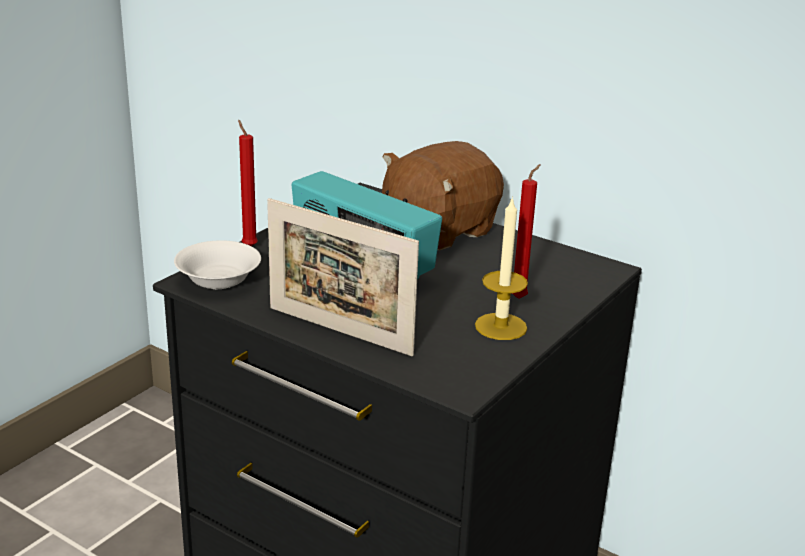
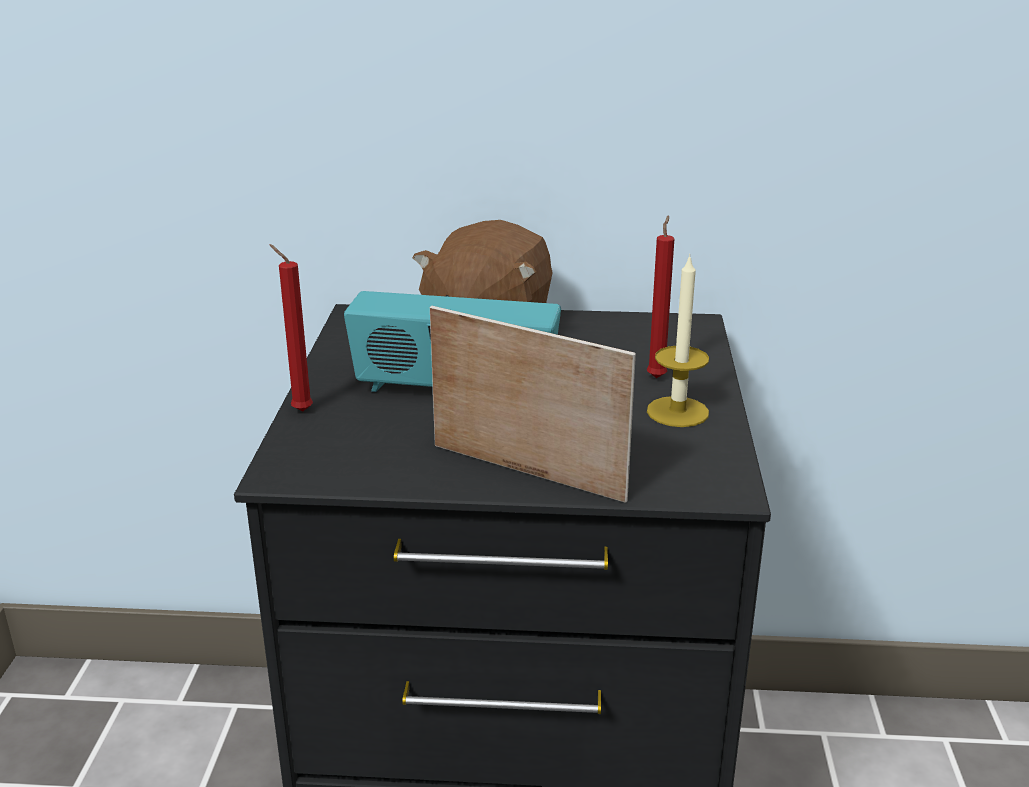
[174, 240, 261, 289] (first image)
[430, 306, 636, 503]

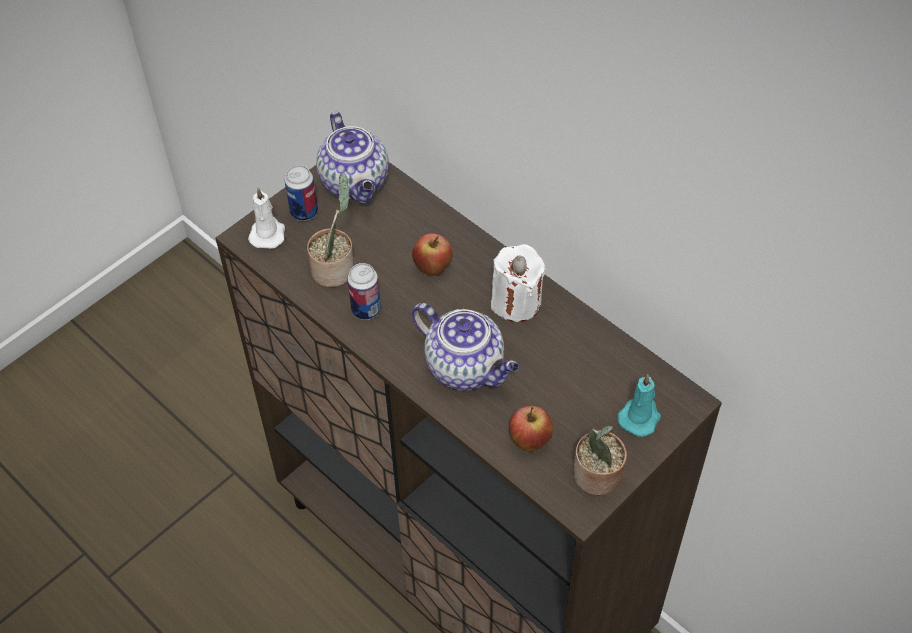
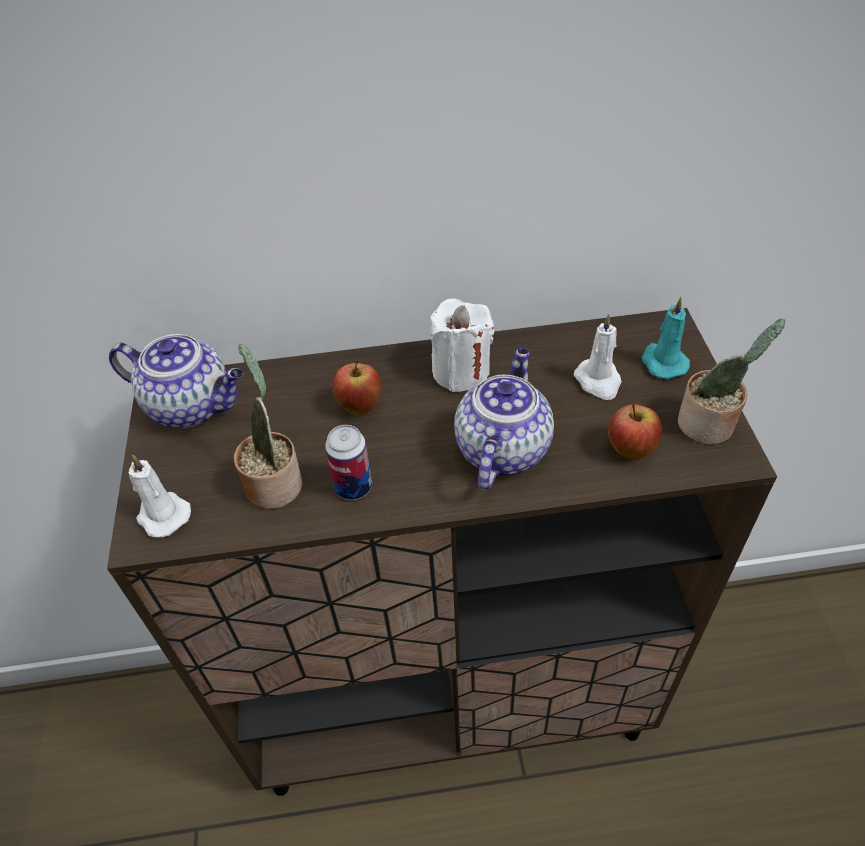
[285, 165, 318, 221] (first image)
[574, 314, 622, 400]
[454, 348, 554, 490]

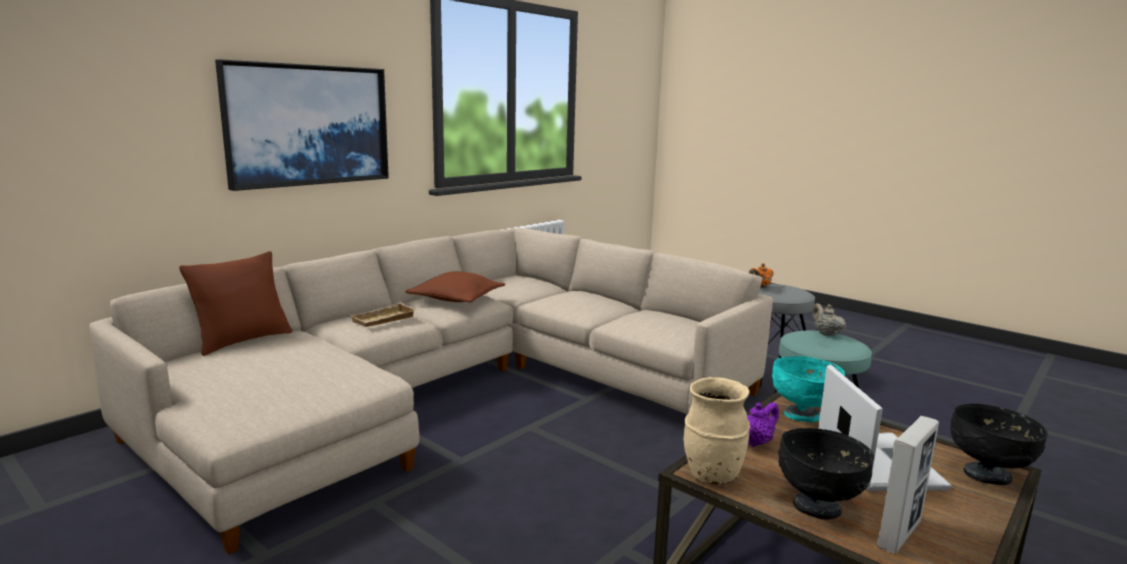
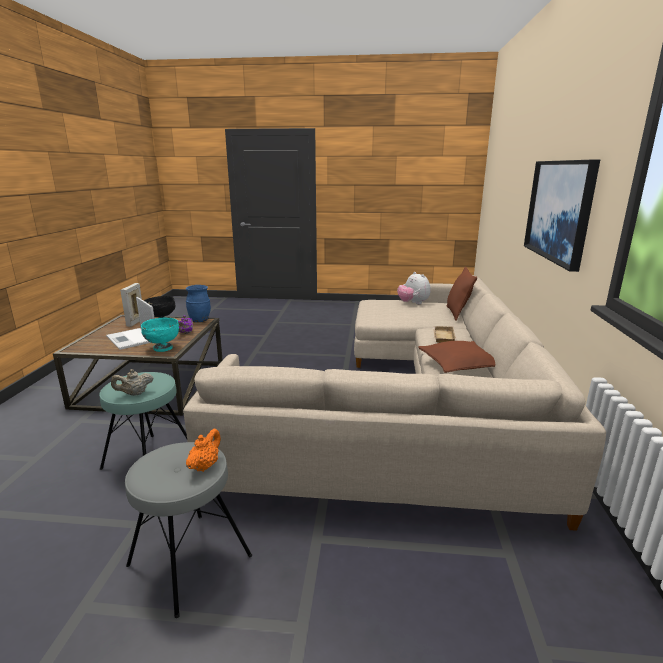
[950, 403, 1048, 485] (first image)
[397, 272, 430, 304]
[186, 285, 211, 322]
[111, 369, 153, 396]

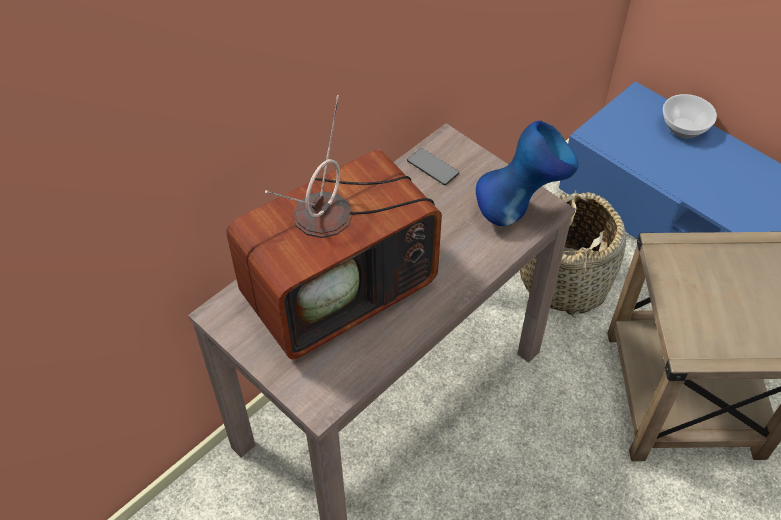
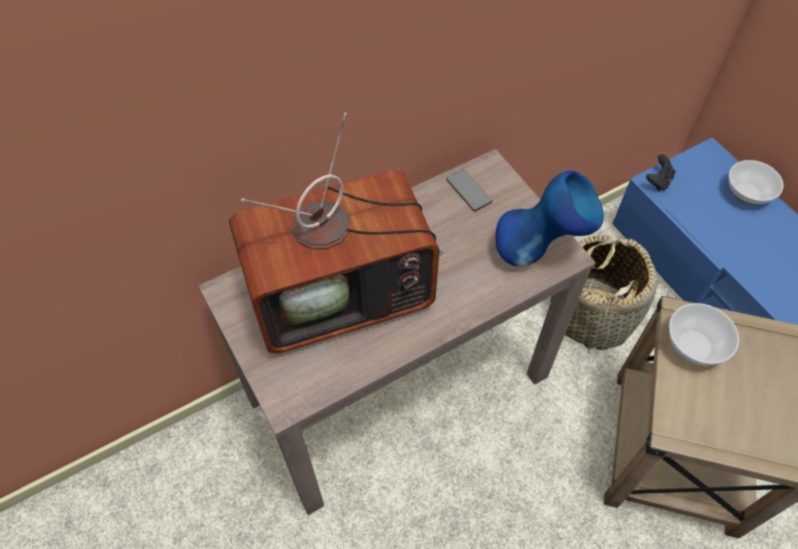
[646, 154, 676, 191]
[669, 303, 739, 365]

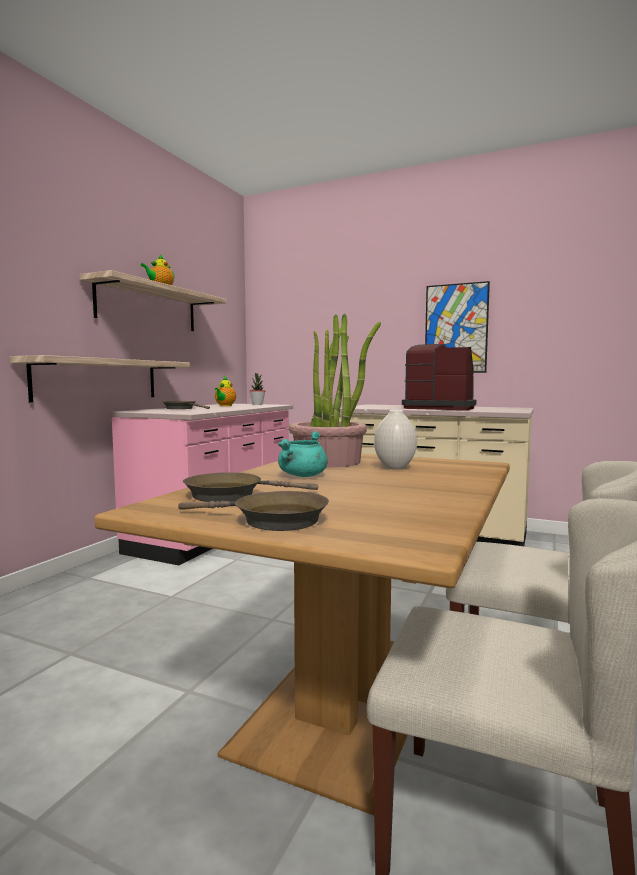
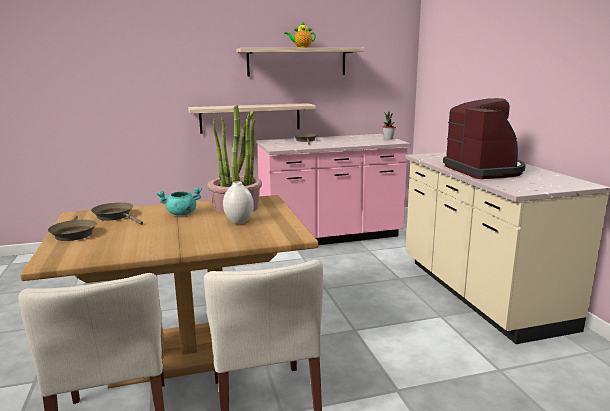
[215, 376, 236, 406] (first image)
[425, 281, 490, 373] (first image)

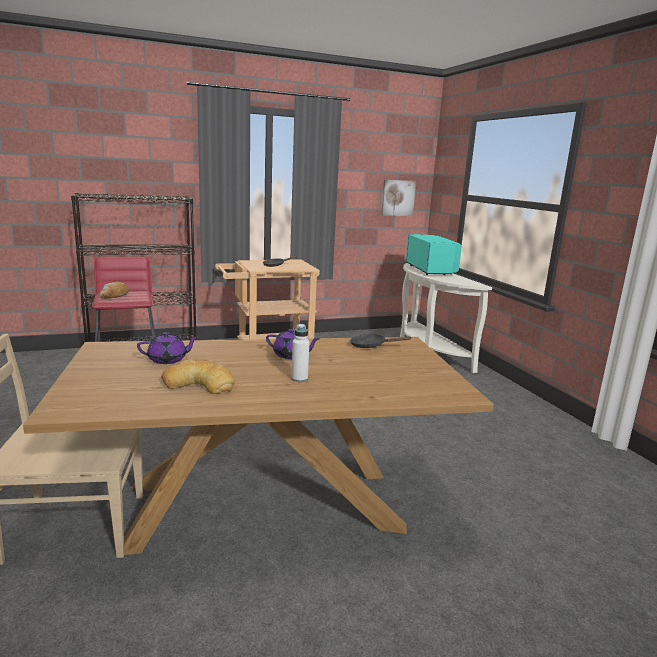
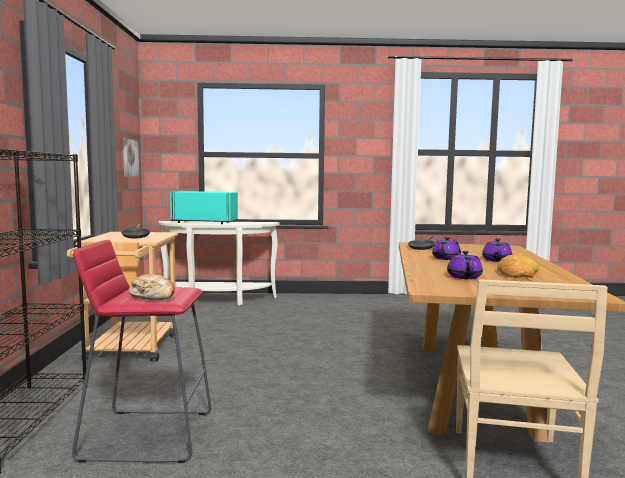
[482, 238, 512, 262]

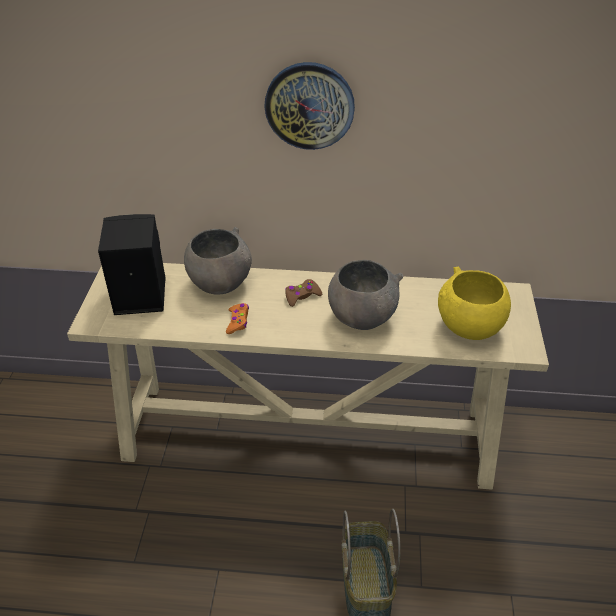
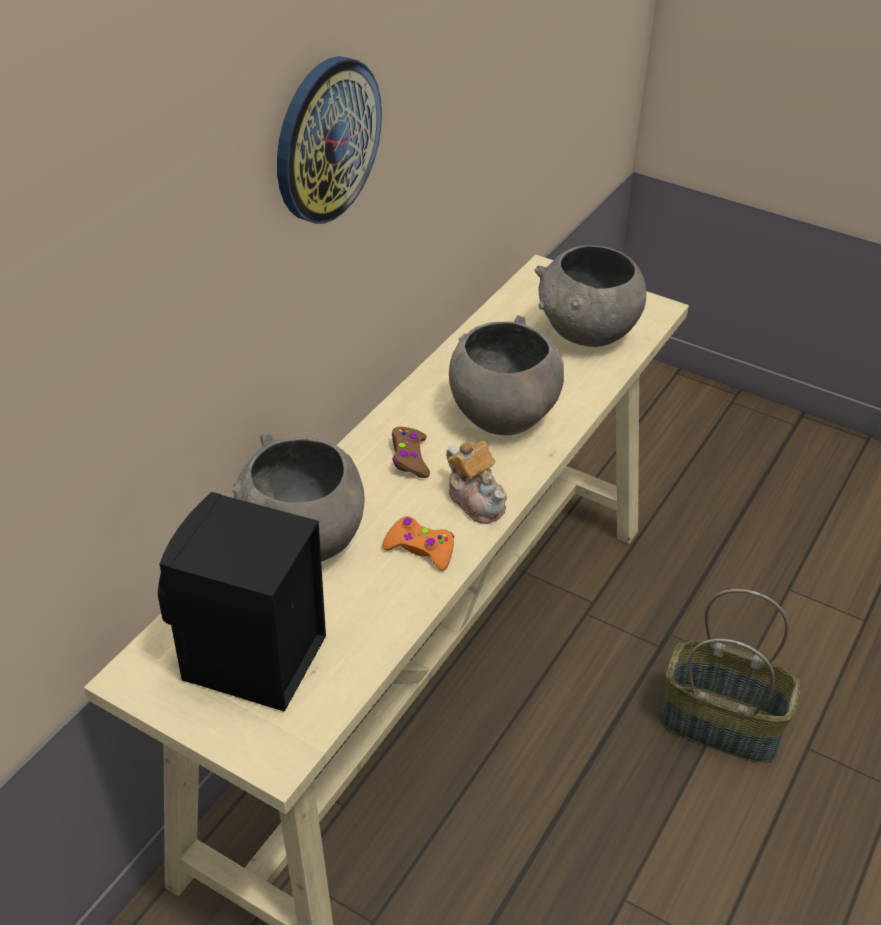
[446, 441, 507, 524]
[534, 245, 646, 347]

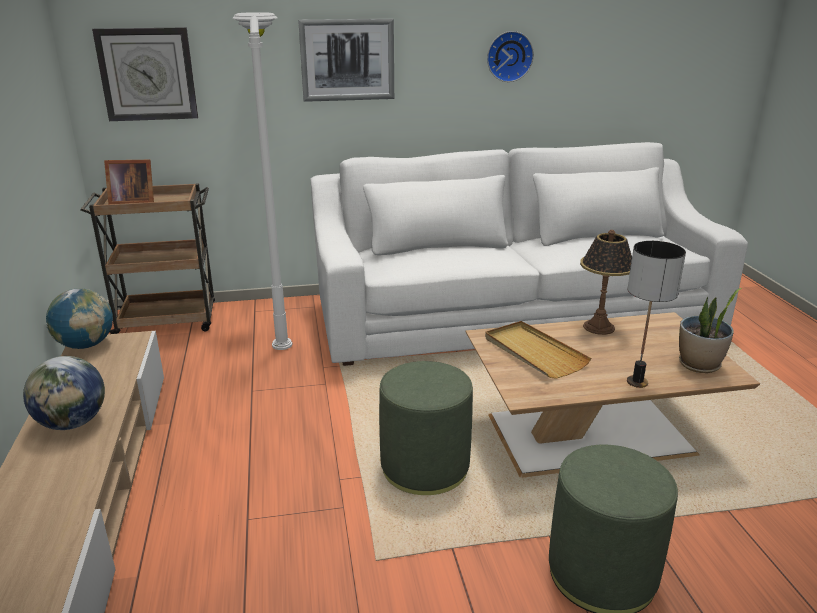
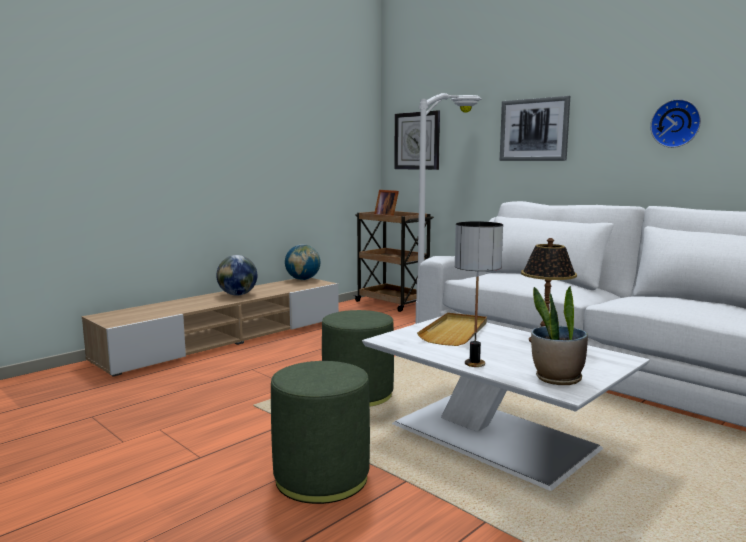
[362, 317, 650, 491]

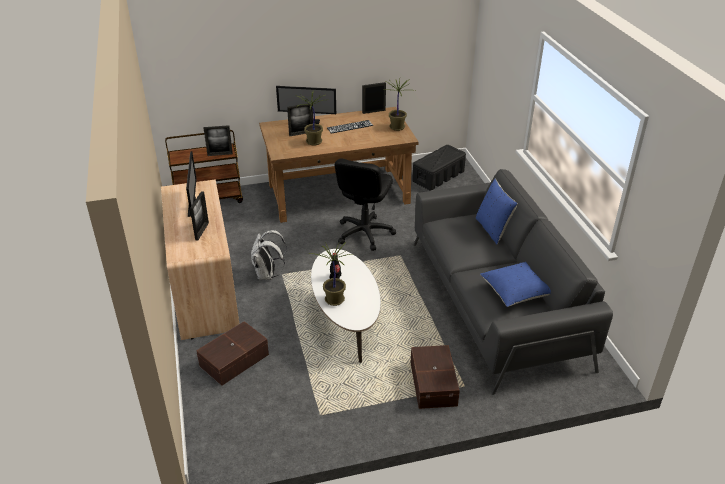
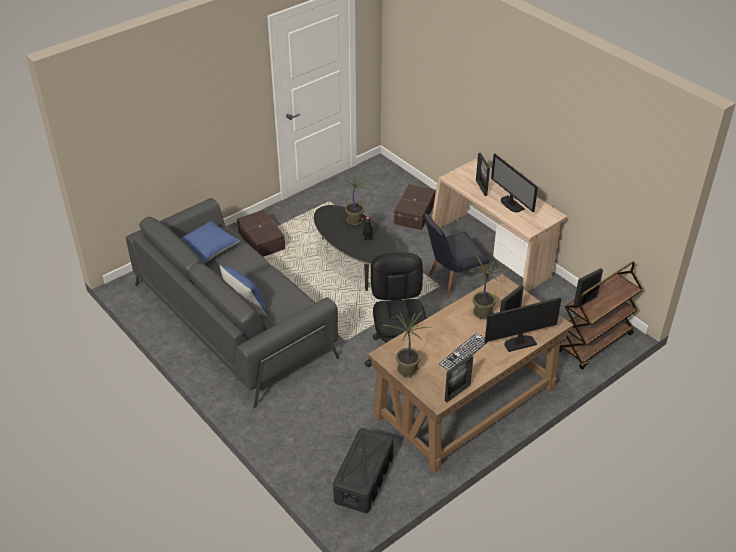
[424, 213, 489, 299]
[314, 205, 397, 291]

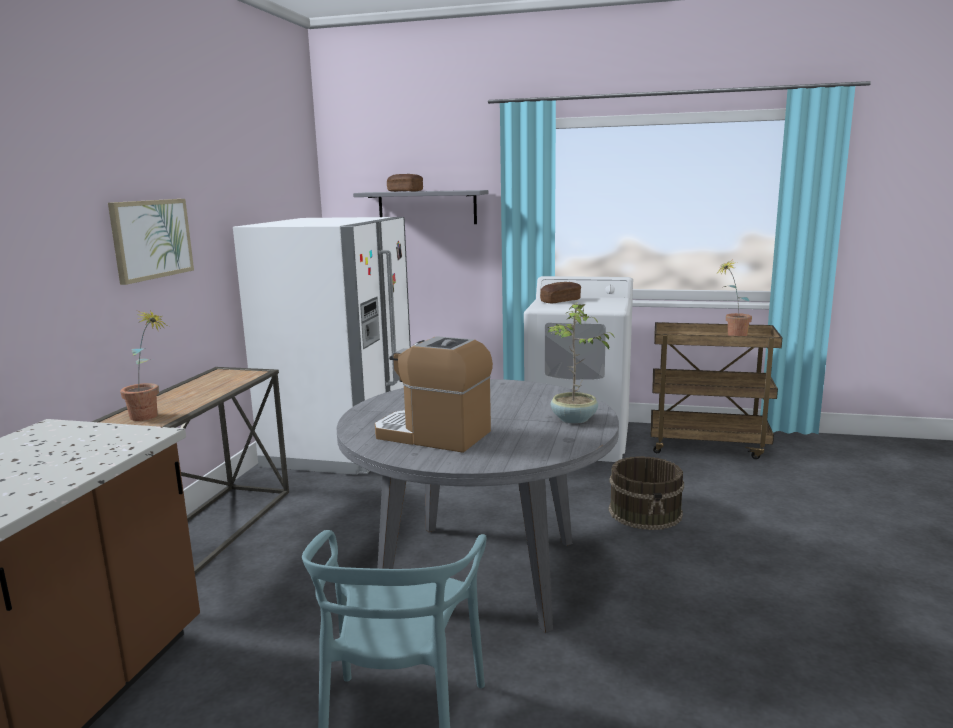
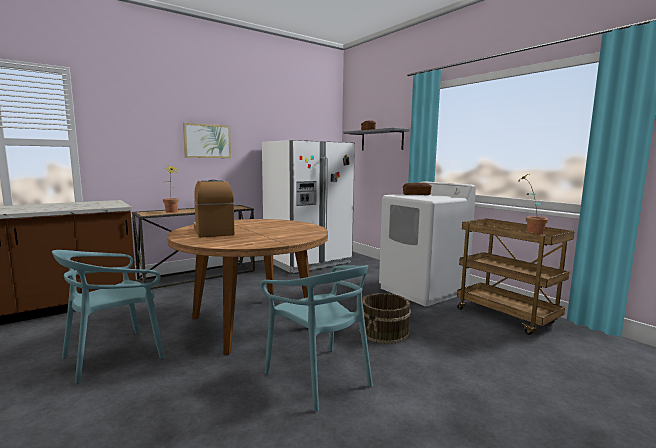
[547, 302, 616, 424] (first image)
[260, 265, 373, 412]
[167, 219, 328, 355]

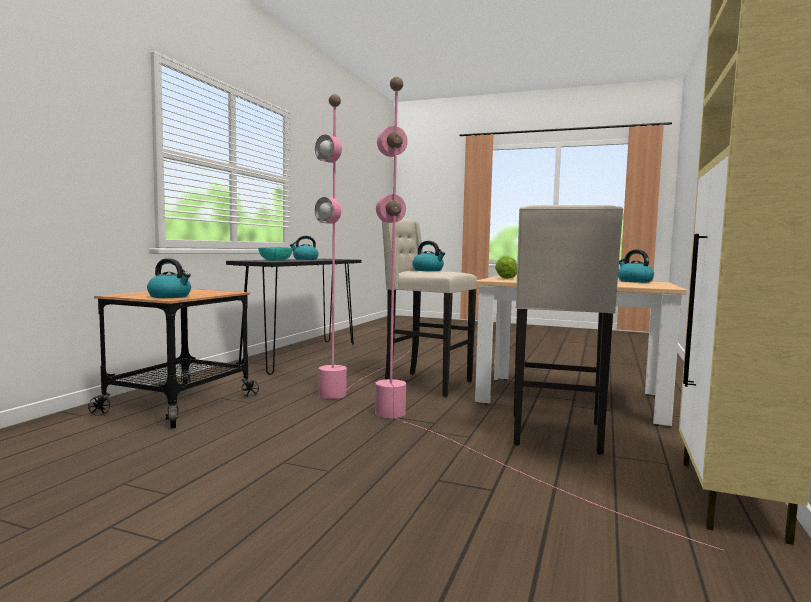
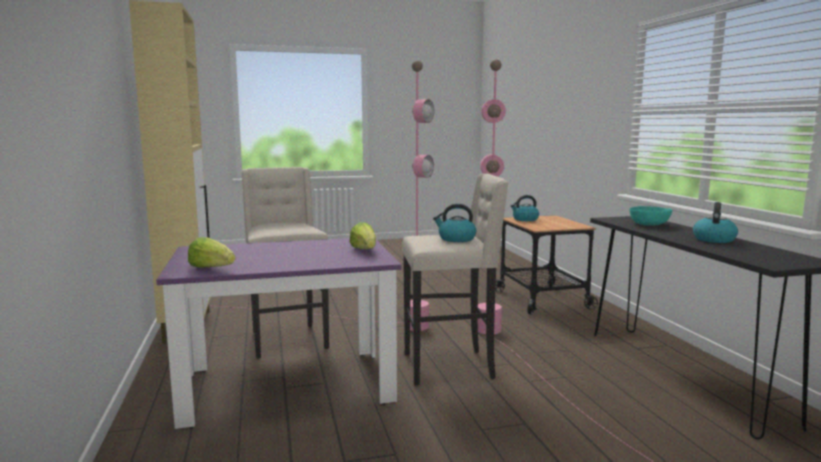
[188, 237, 235, 268]
[156, 238, 401, 429]

